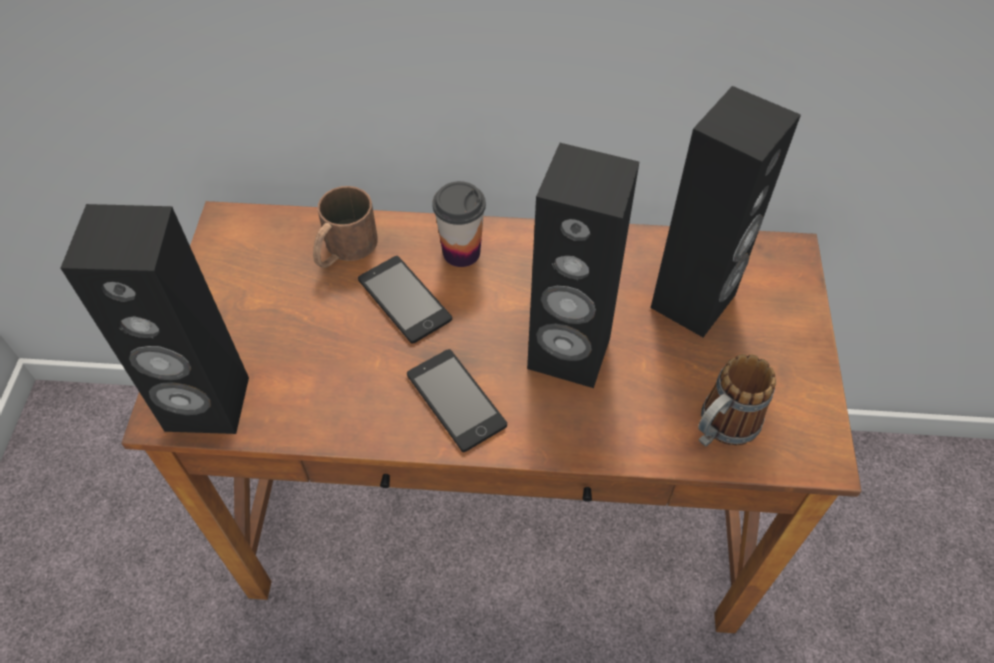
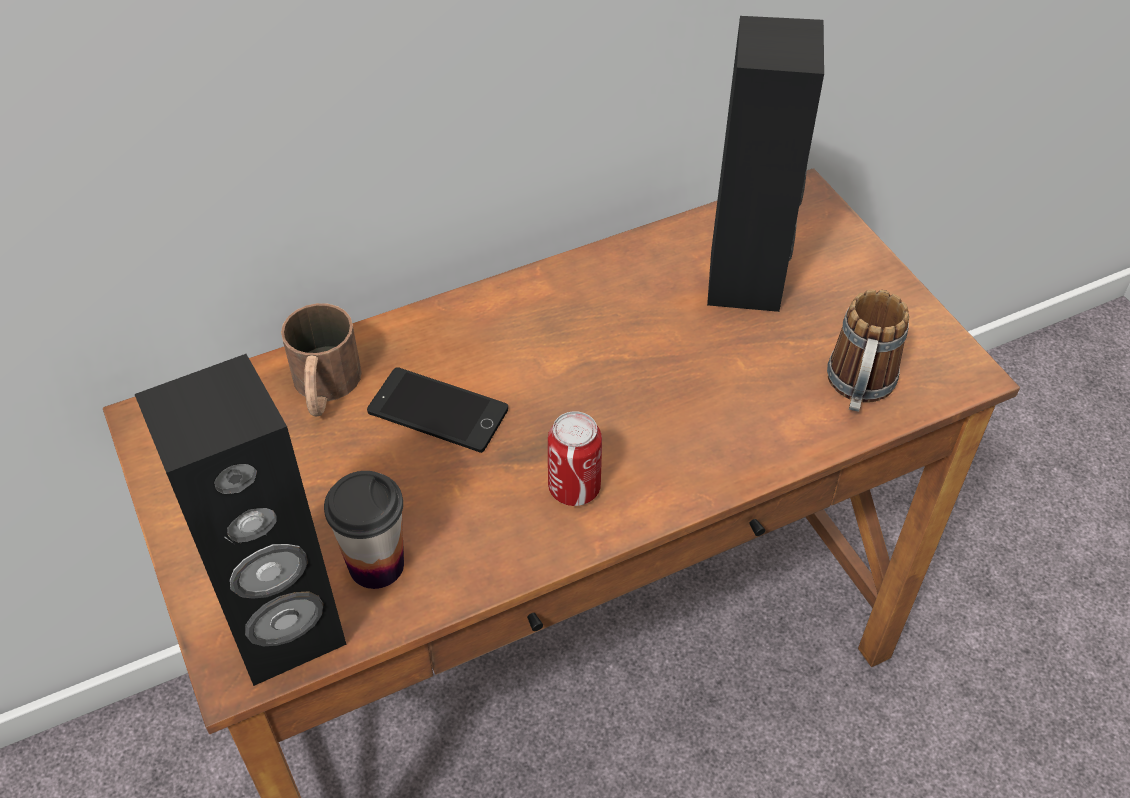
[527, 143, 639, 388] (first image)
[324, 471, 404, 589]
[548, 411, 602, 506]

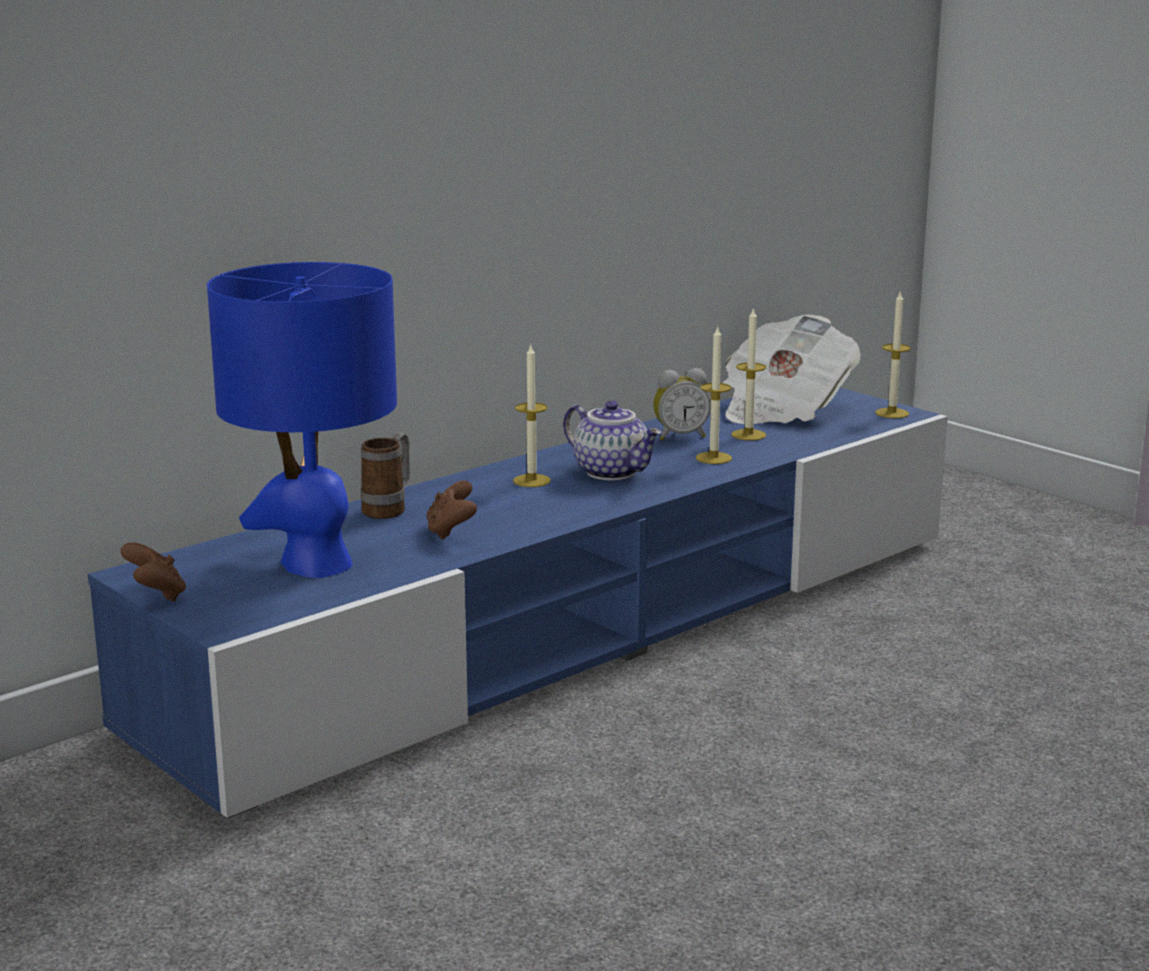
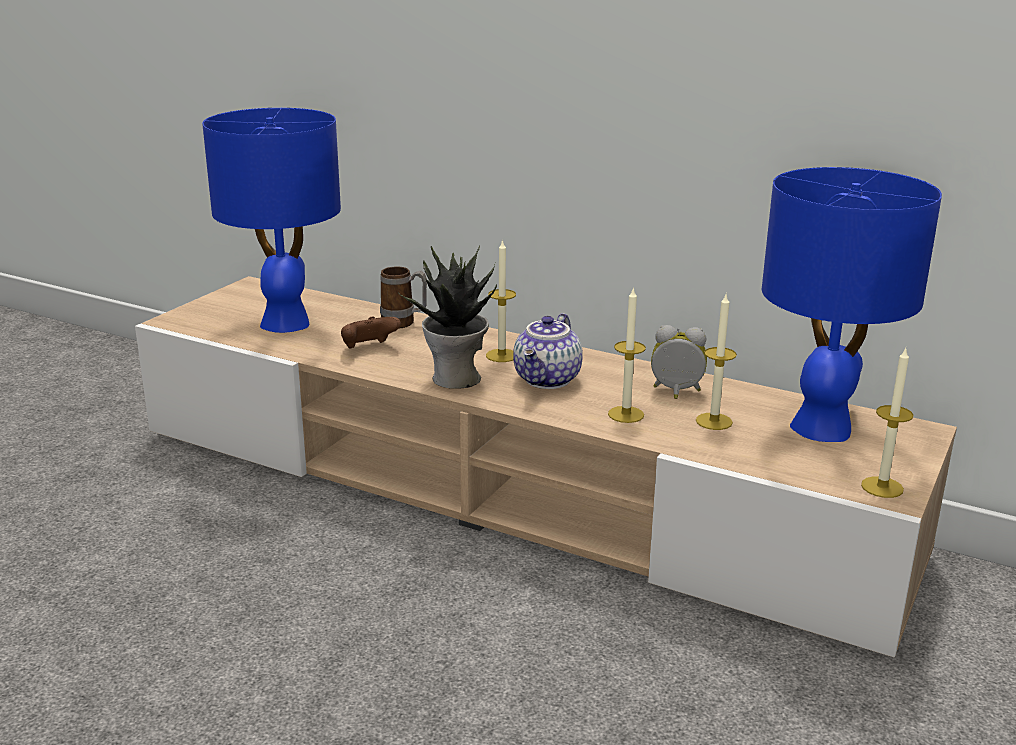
[120, 542, 186, 602] (first image)
[399, 245, 497, 389]
[762, 167, 942, 442]
[135, 276, 957, 658]
[651, 325, 707, 399]

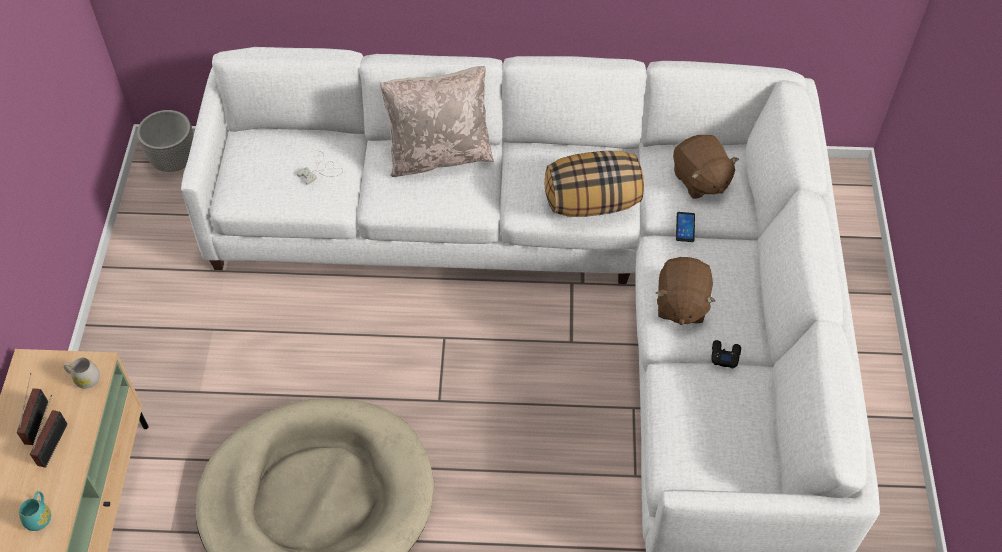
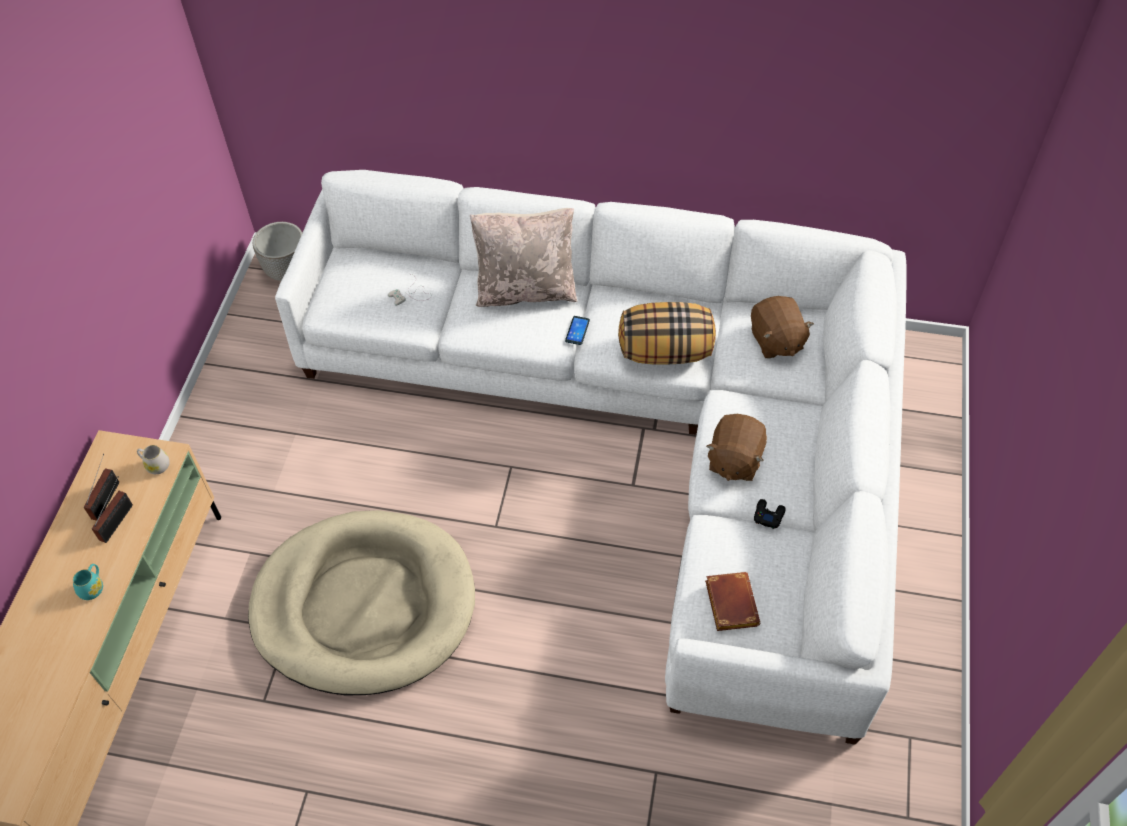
[705, 572, 760, 631]
[565, 316, 590, 345]

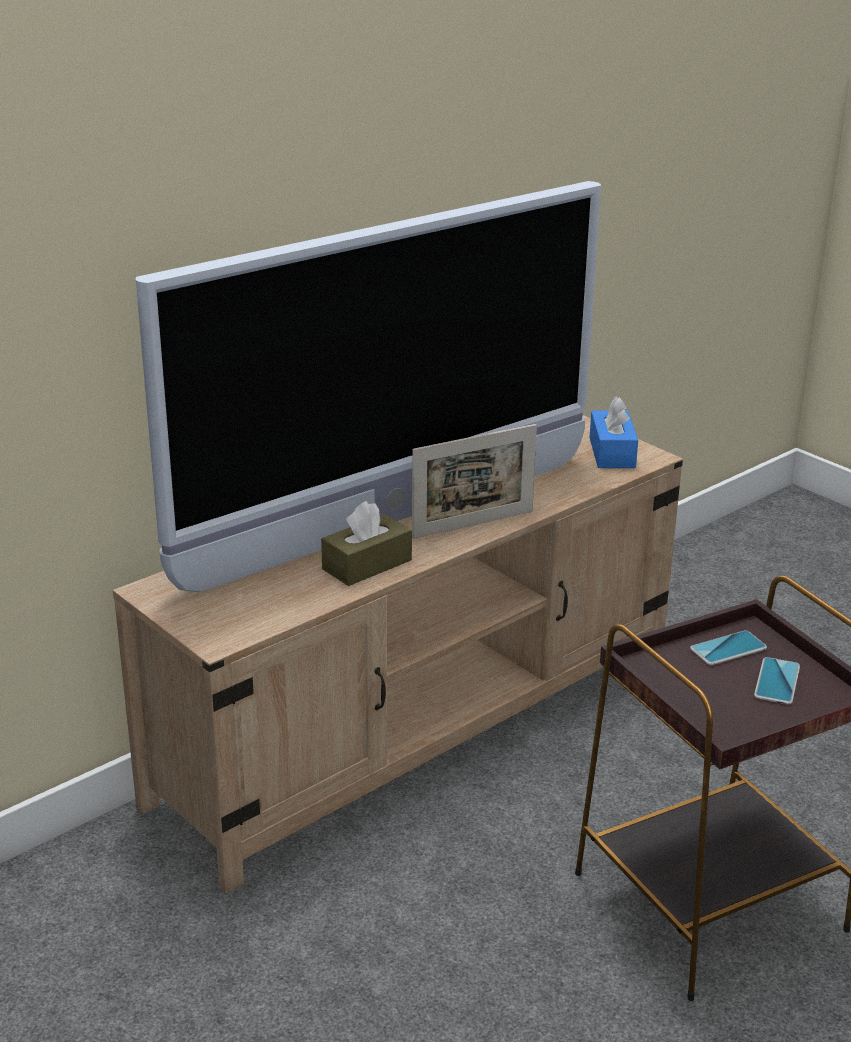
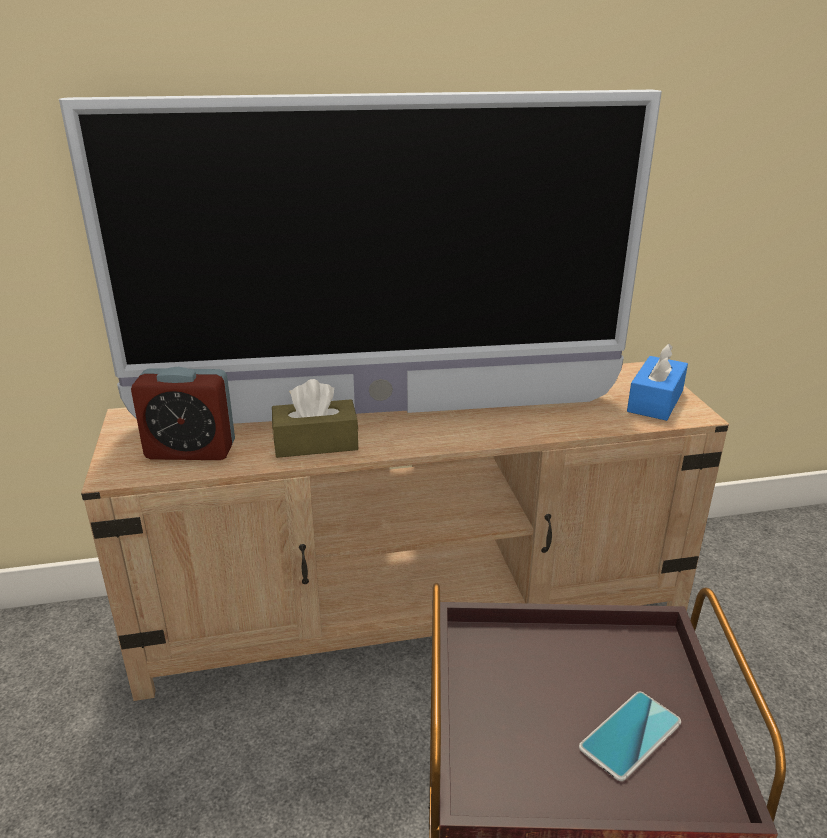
[412, 424, 537, 539] (first image)
[690, 630, 767, 665] (first image)
[131, 367, 235, 460]

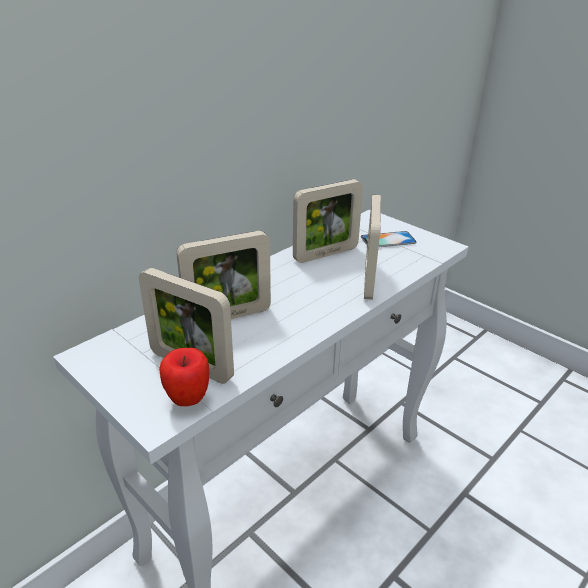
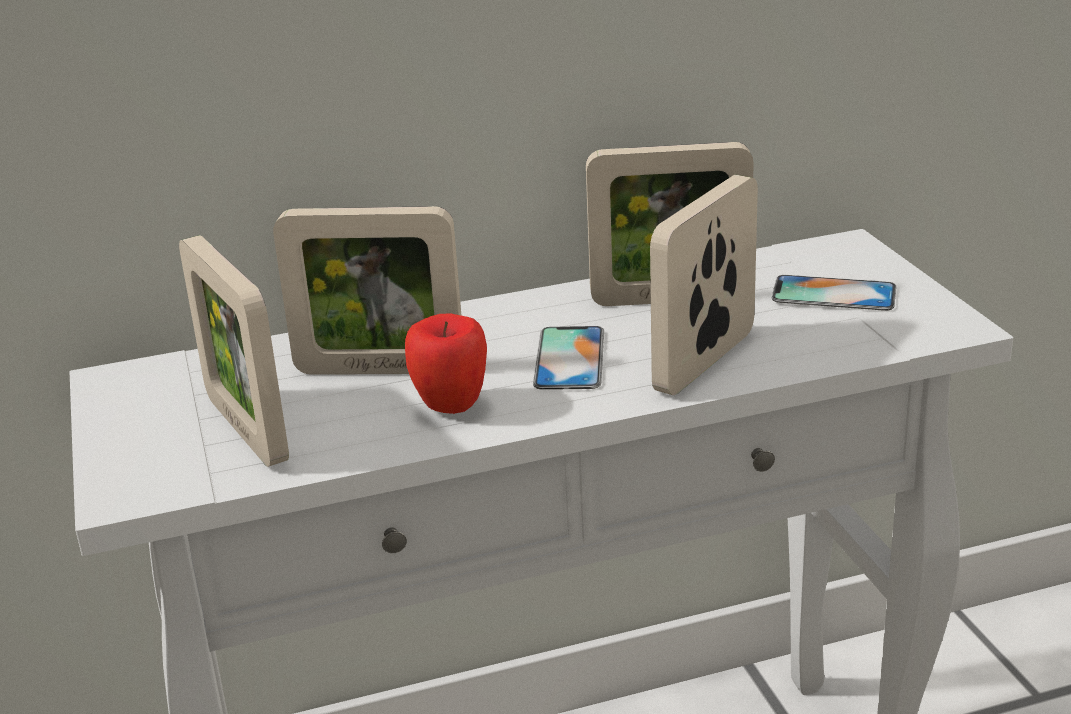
[533, 326, 604, 390]
[405, 314, 487, 414]

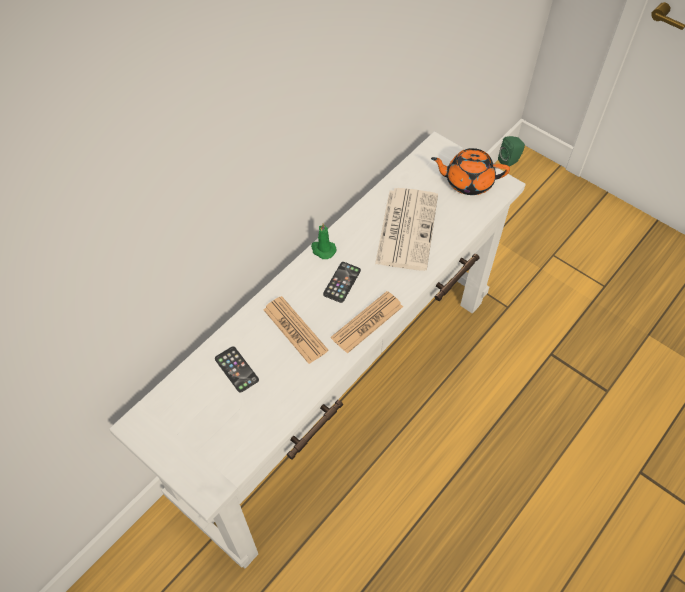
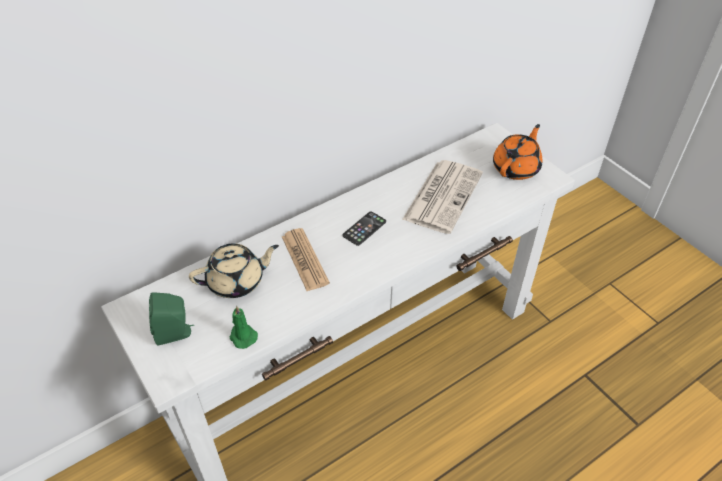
[331, 291, 403, 354] (first image)
[229, 306, 258, 349]
[149, 292, 194, 345]
[189, 243, 279, 298]
[493, 124, 543, 180]

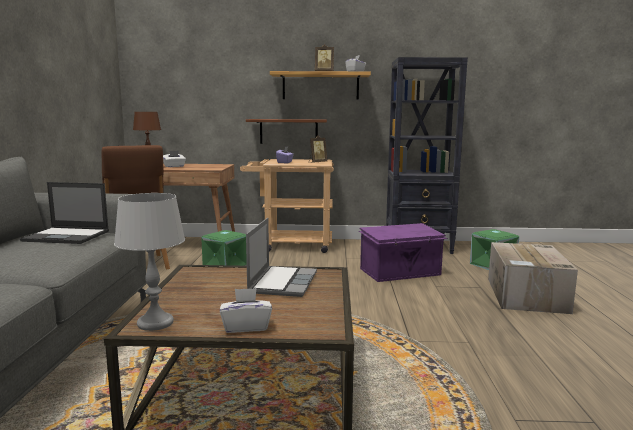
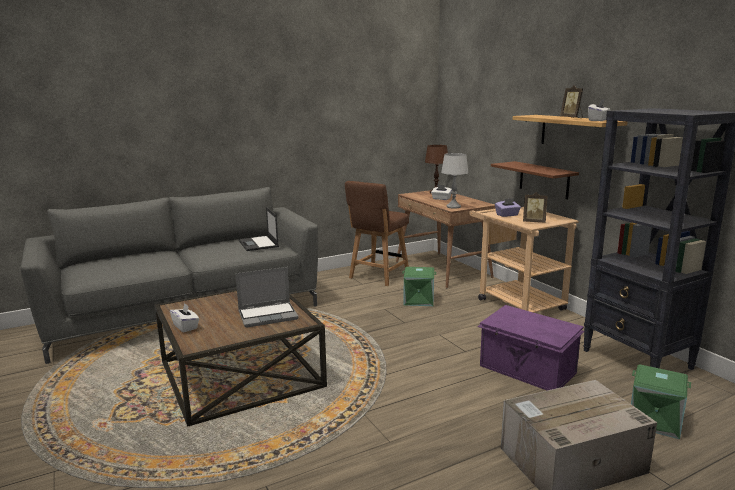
[441, 153, 469, 209]

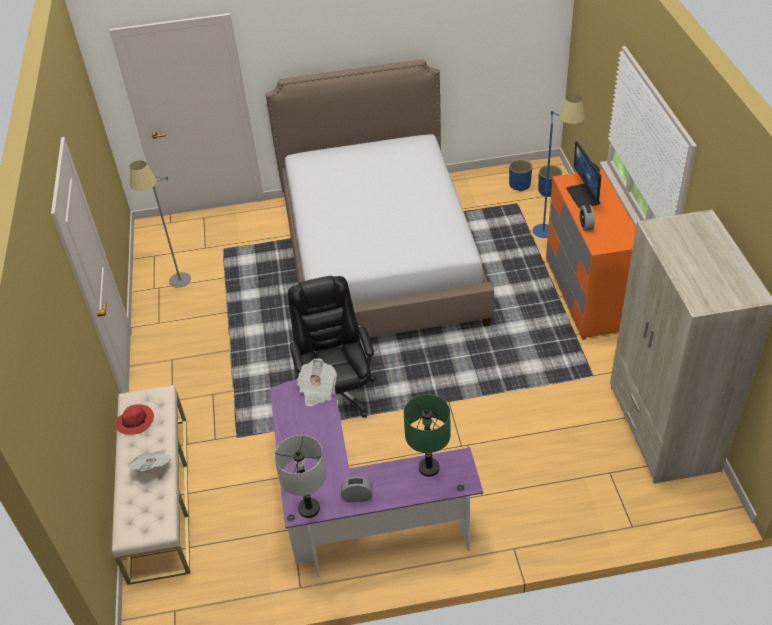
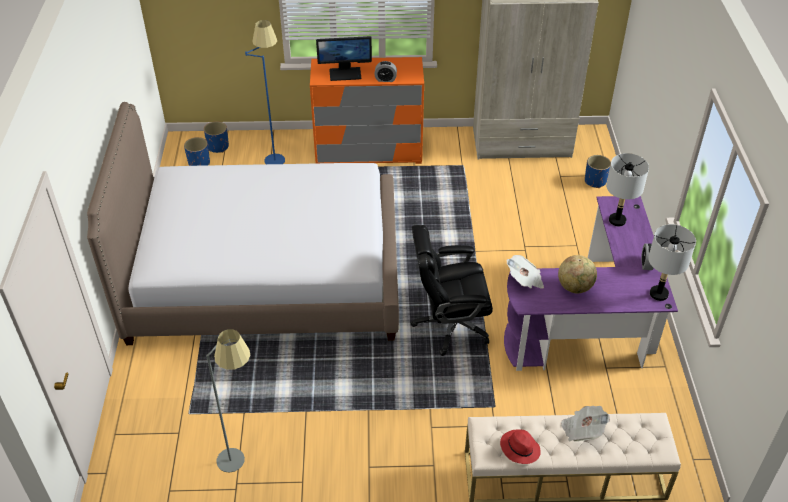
[558, 255, 597, 293]
[585, 155, 611, 188]
[606, 153, 649, 226]

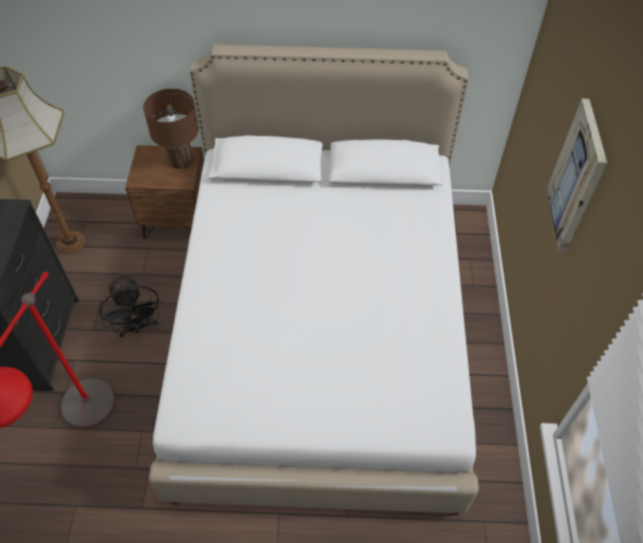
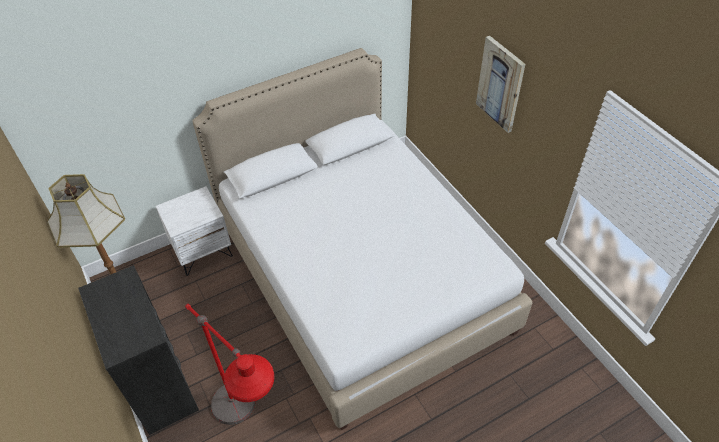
[99, 274, 161, 337] (first image)
[143, 89, 199, 169] (first image)
[156, 186, 233, 276]

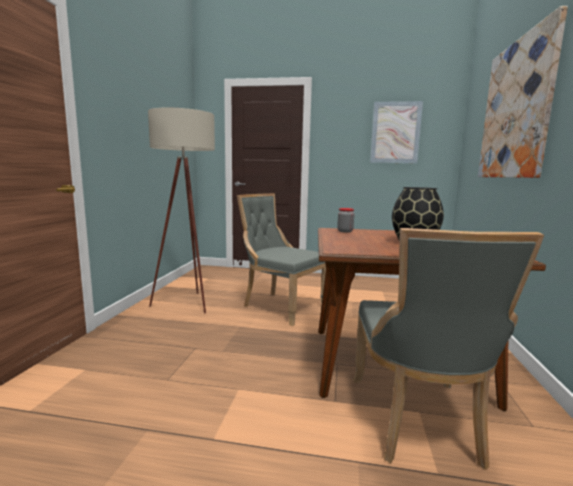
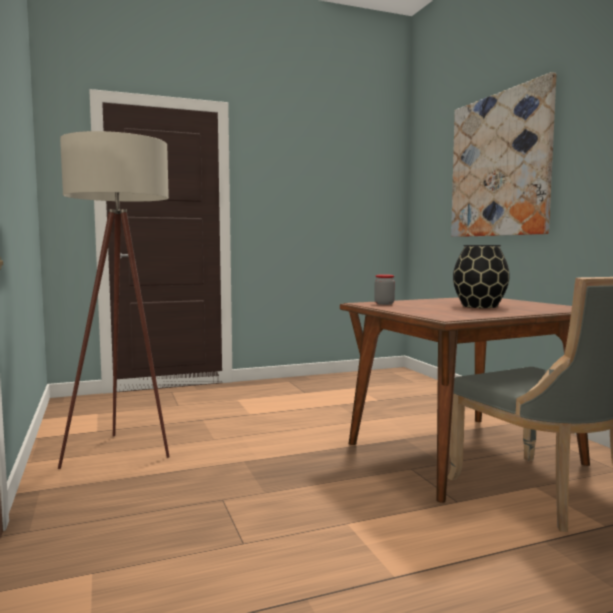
[237, 193, 326, 326] (first image)
[370, 101, 423, 163] (first image)

